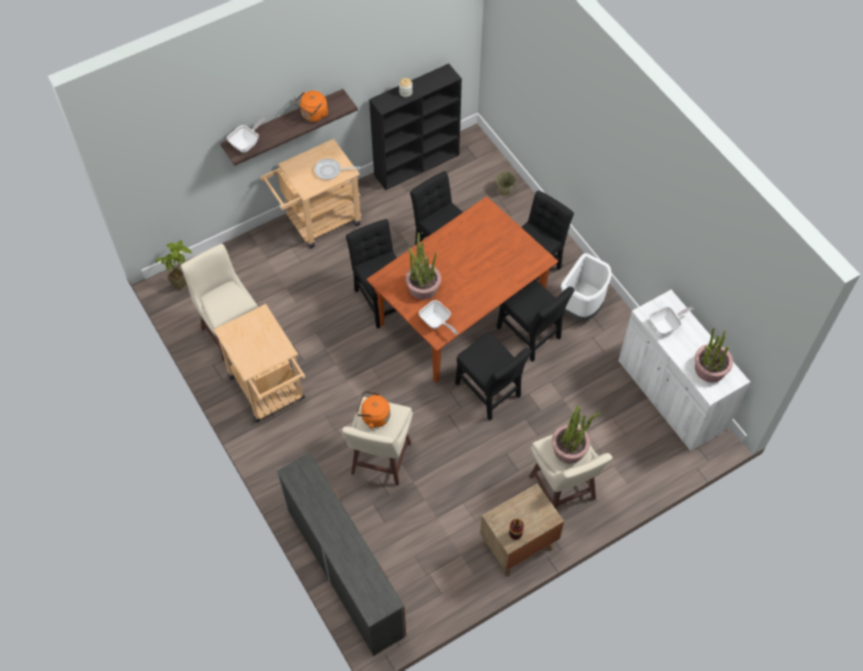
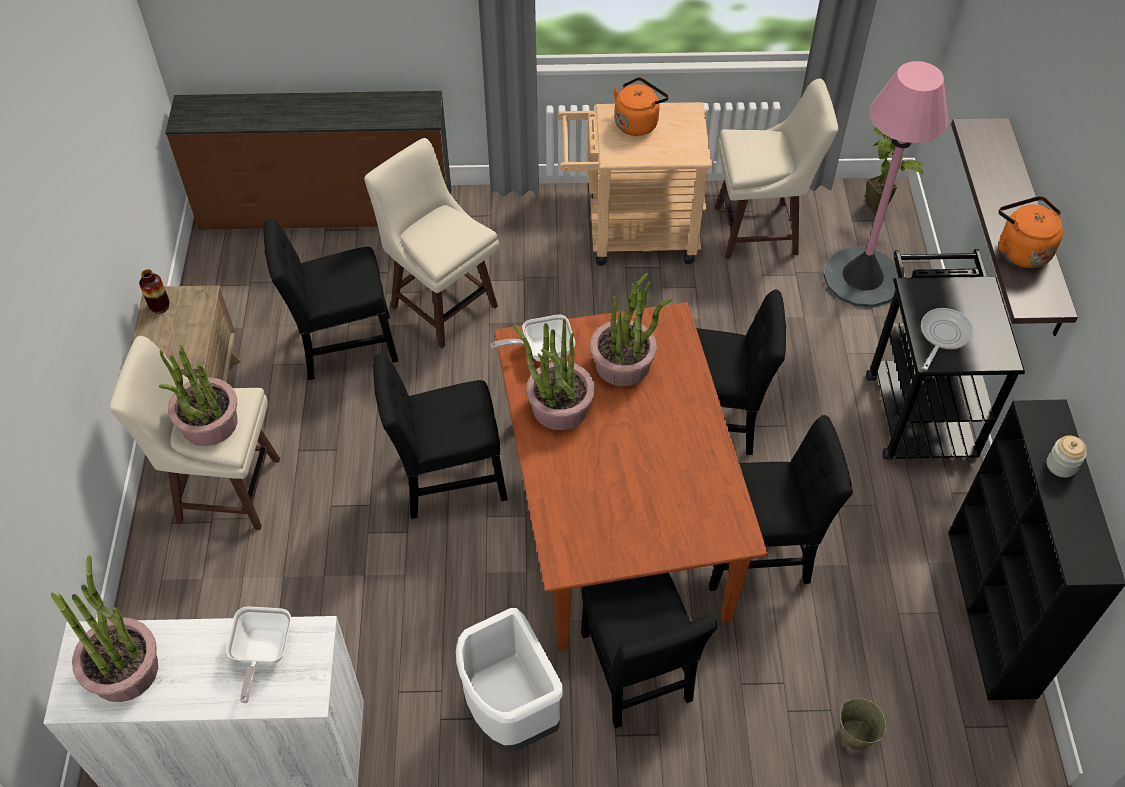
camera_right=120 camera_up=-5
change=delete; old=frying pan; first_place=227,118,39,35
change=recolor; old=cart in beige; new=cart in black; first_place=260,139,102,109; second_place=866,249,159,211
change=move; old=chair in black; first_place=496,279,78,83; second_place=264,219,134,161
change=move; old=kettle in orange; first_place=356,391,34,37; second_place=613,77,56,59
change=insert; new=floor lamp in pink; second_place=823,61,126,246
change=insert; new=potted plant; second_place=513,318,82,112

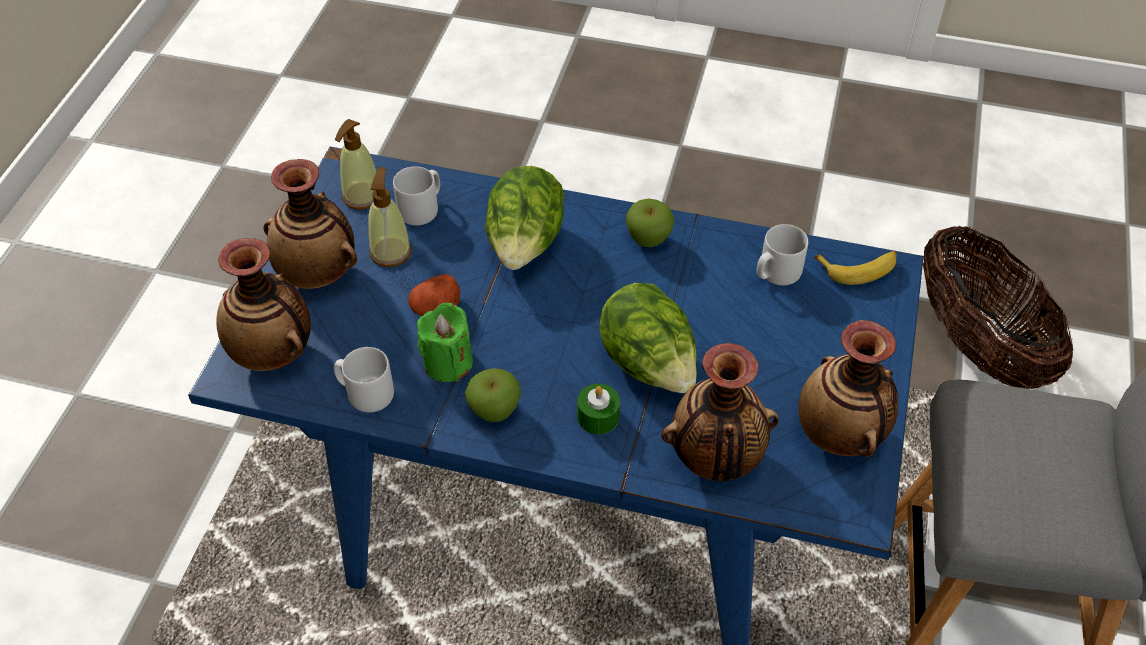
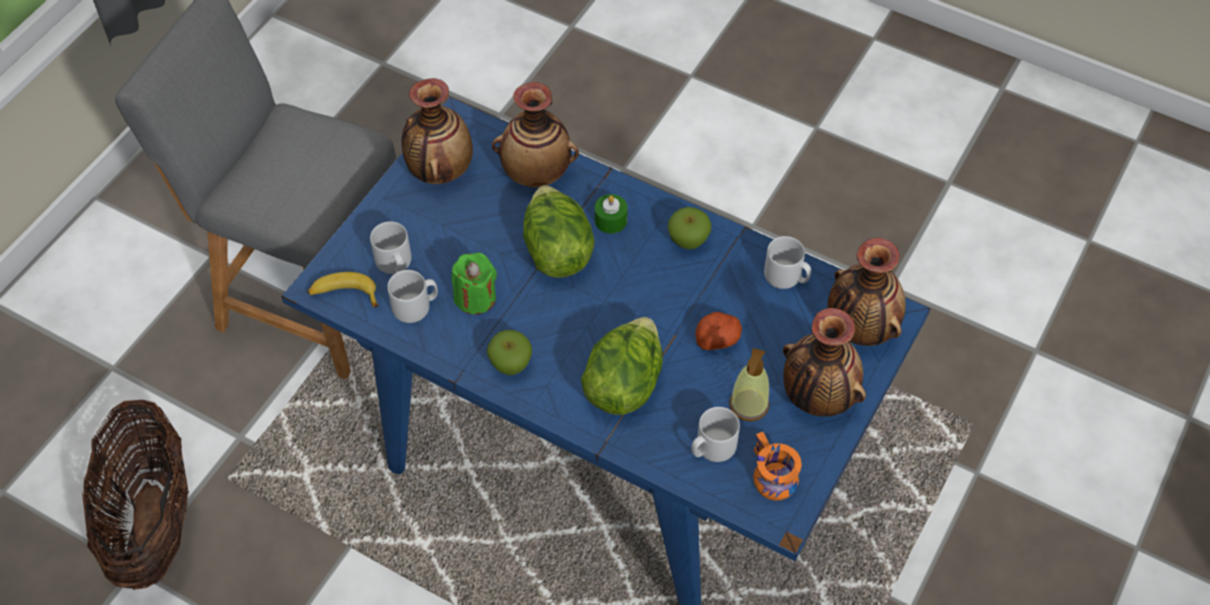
camera_right=-165 camera_up=5
change=replace; old=soap dispenser; new=mug in orange; first_place=335,119,42,91; second_place=753,432,49,69
change=move; old=candle in green; first_place=417,303,56,79; second_place=451,253,46,62
change=insert; new=mug in grey; second_place=370,221,42,53

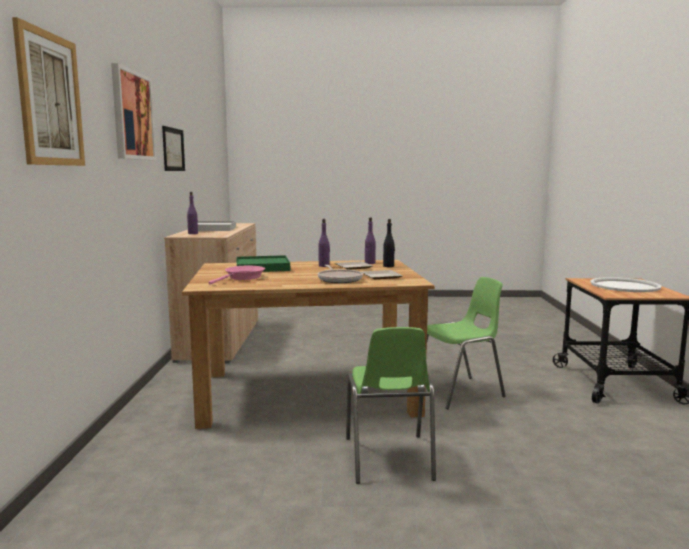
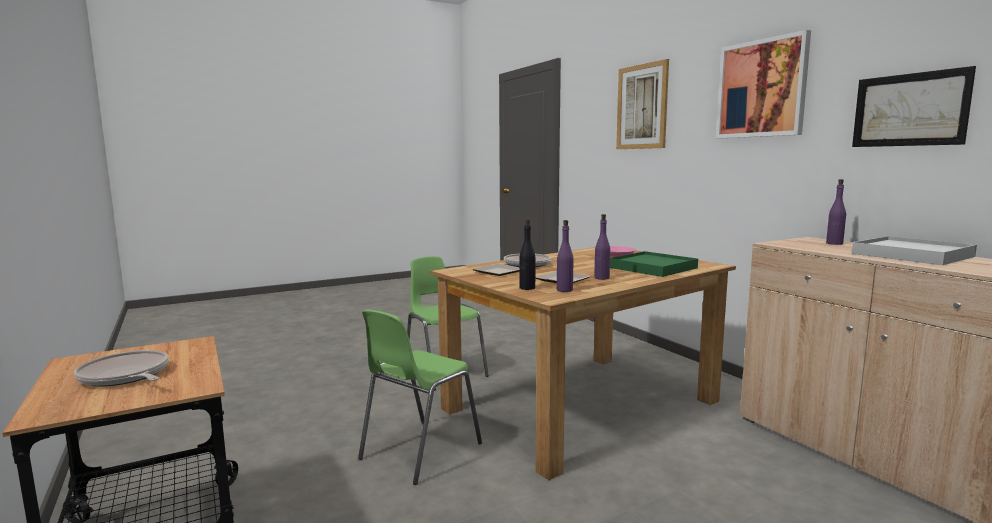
camera_right=150 camera_up=0
change=replace; old=tray in white; new=frying pan; first_place=590,277,72,15; second_place=74,350,95,37

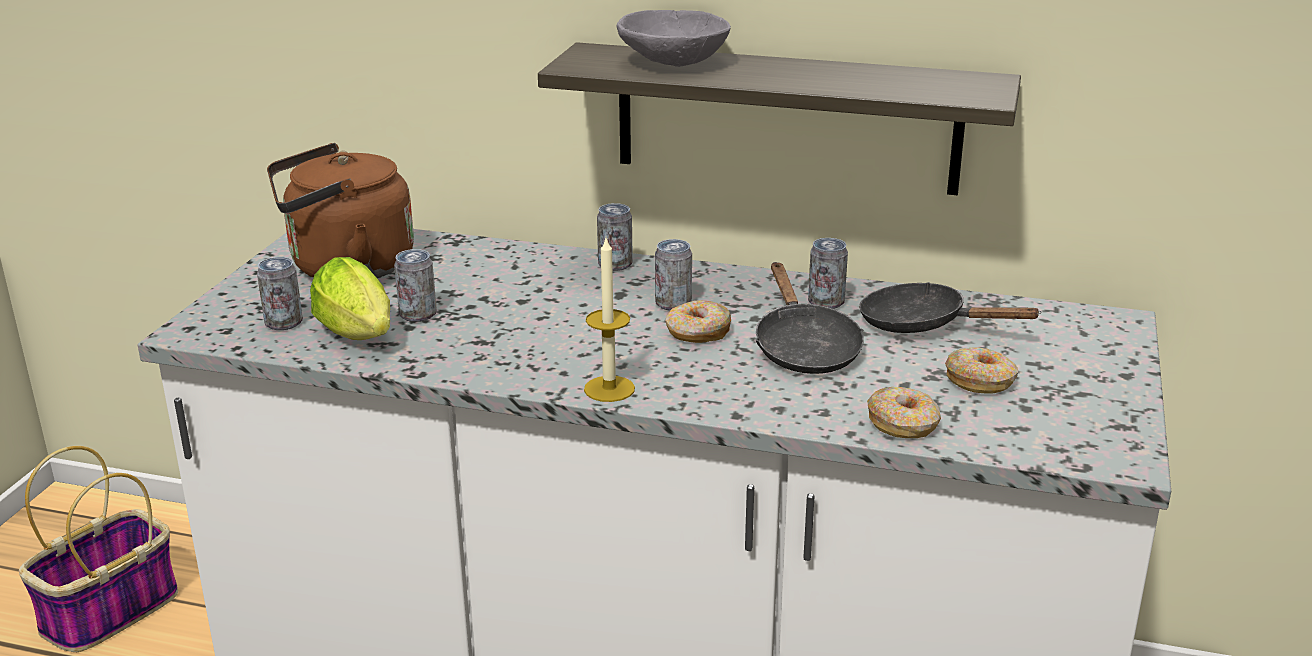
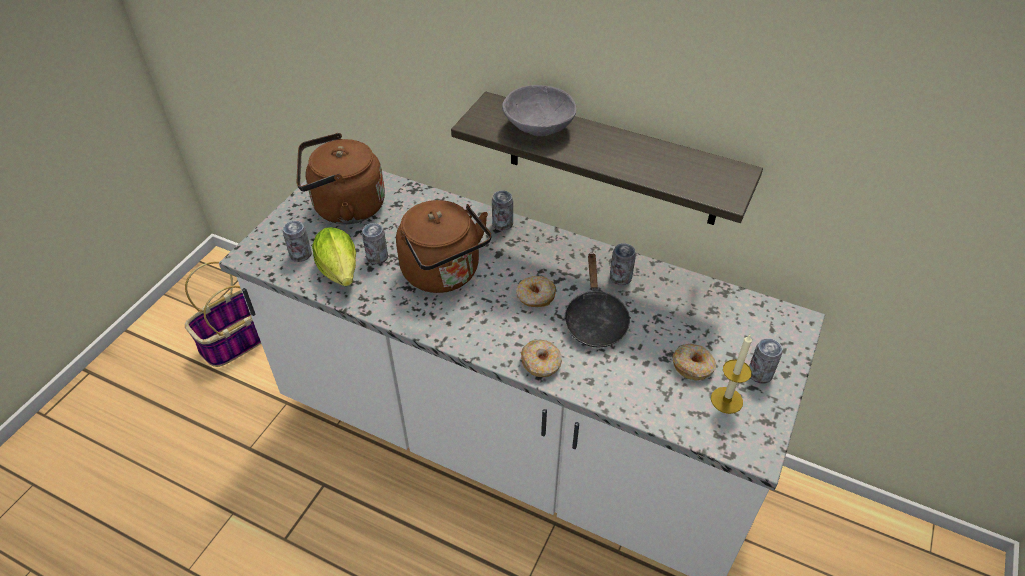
camera_right=10 camera_up=20
change=move; old=candle; first_place=584,238,51,164; second_place=711,335,41,79
change=move; old=can; first_place=655,239,37,72; second_place=749,338,33,45
change=delete; old=frying pan in black; first_place=859,282,183,51
change=move; old=donut; first_place=867,387,74,51; second_place=521,340,41,37
change=insert; new=kettle in brown; second_place=396,200,96,93

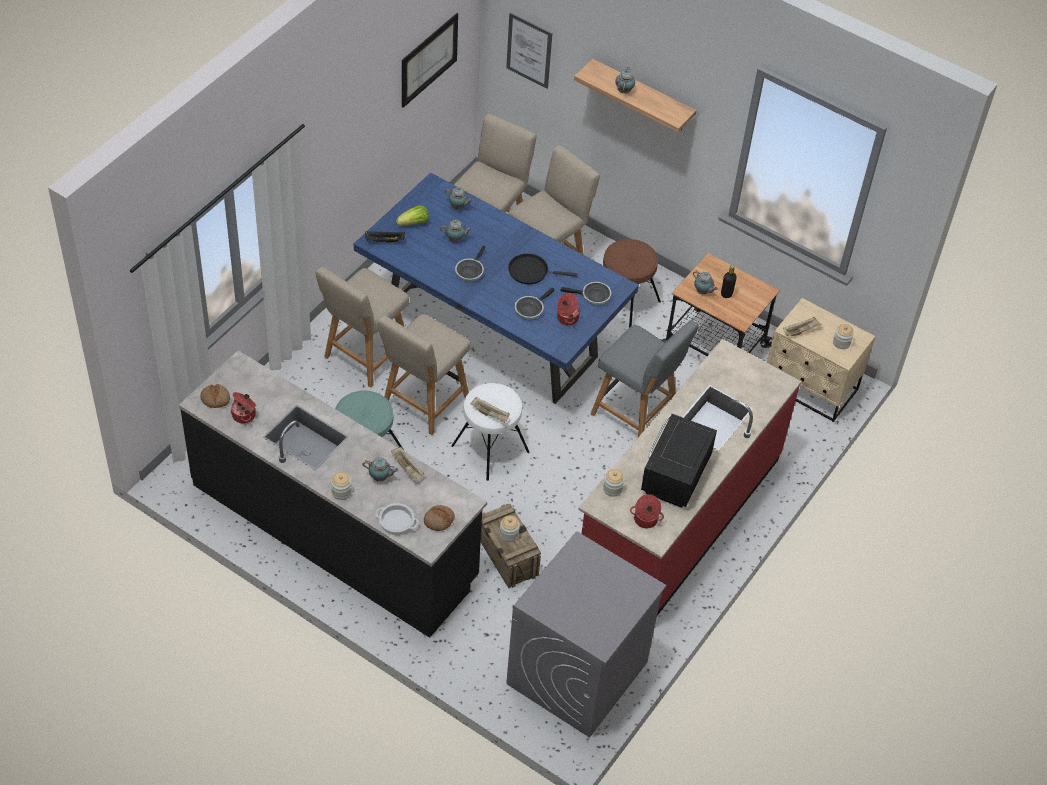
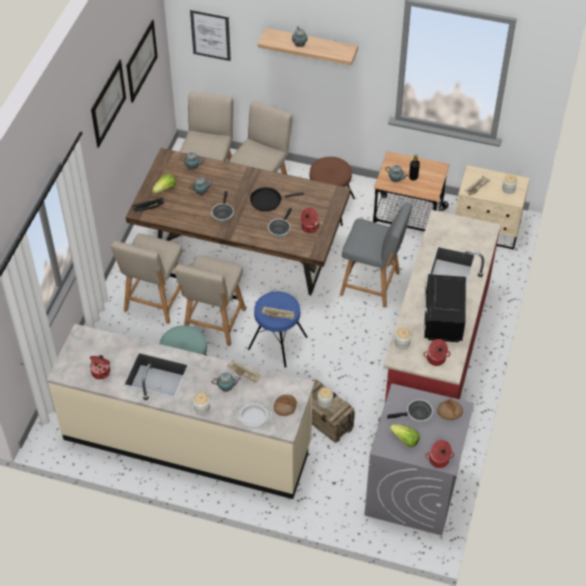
camera_right=-15 camera_up=0
change=recolor; old=dining table in blue; new=dining table in brown; first_place=354,173,285,231; second_place=126,148,225,147
change=move; old=frying pan; first_place=560,282,51,23; second_place=387,399,46,23
change=recolor; old=counter in black; new=counter in beige; first_place=179,350,308,288; second_place=46,324,269,175
change=recolor; old=stool in white; new=stool in blue; first_place=451,383,79,98; second_place=248,291,59,77
change=move; old=bread; first_place=200,384,30,24; second_place=437,399,26,21
change=insert; new=picture; second_place=91,60,35,88
change=insert; new=lettuce; second_place=389,424,31,23
change=insert; new=cooking pot; second_place=425,440,29,28

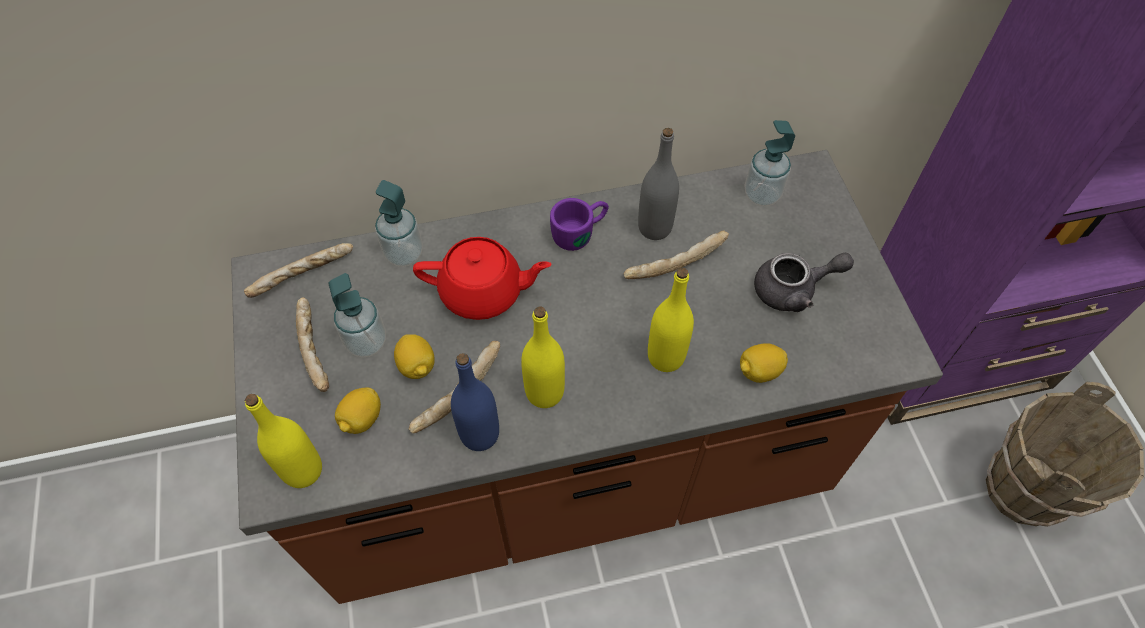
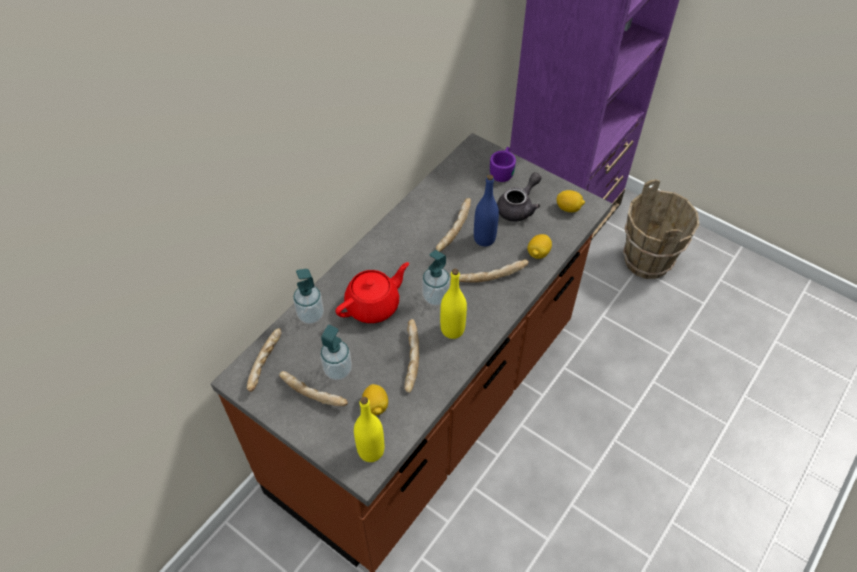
camera_right=-40 camera_up=-5
change=move; old=soap dispenser; first_place=745,120,50,86; second_place=422,250,28,56
change=delete; old=bottle in grey; first_place=638,128,41,112
change=move; old=mug in purple; first_place=550,198,59,53; second_place=490,147,26,35
change=replace; old=bottle in yellow; new=bread; first_place=648,268,46,104; second_place=459,259,70,24
change=move; old=lemon; first_place=394,334,41,45; second_place=556,190,29,22
change=move; old=bottle in blue; first_place=451,353,48,98; second_place=474,175,25,72

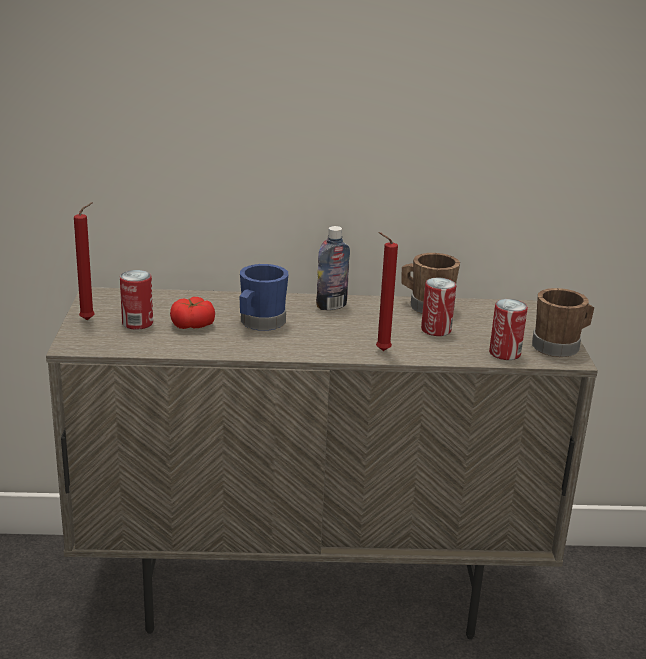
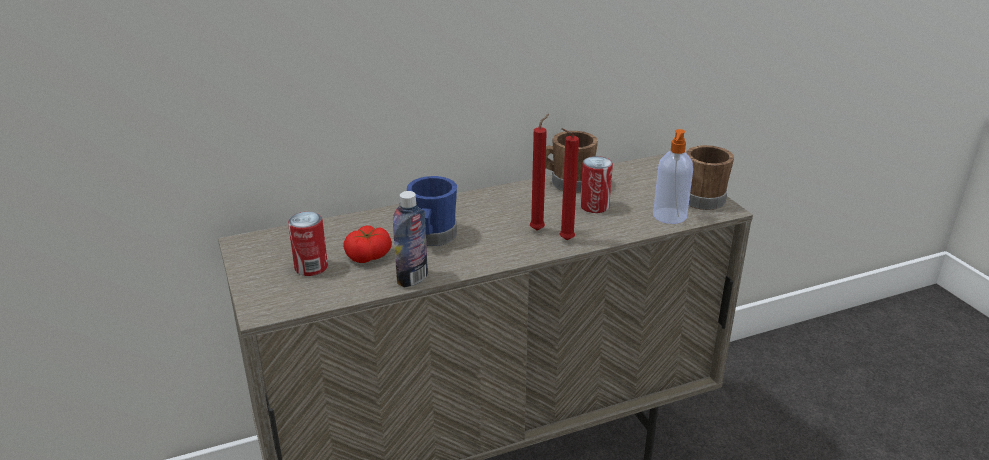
camera_right=-20 camera_up=5
change=move; old=candle in red; first_place=74,202,21,118; second_place=530,114,19,117
change=move; old=bottle; first_place=316,226,34,84; second_place=393,191,35,96
change=replace; old=can; new=soap dispenser; first_place=489,299,39,61; second_place=653,129,40,95

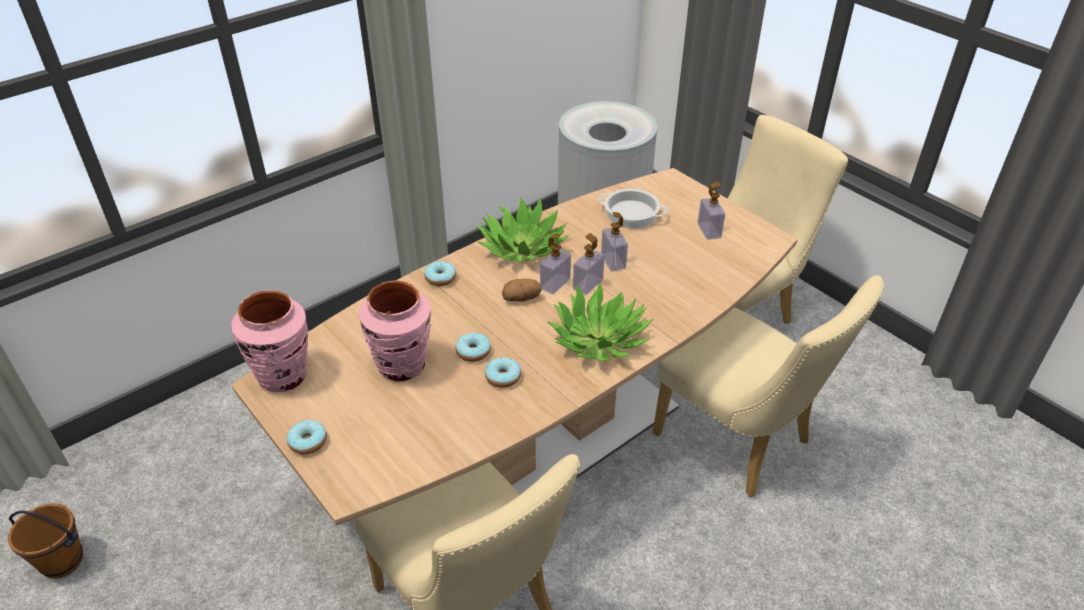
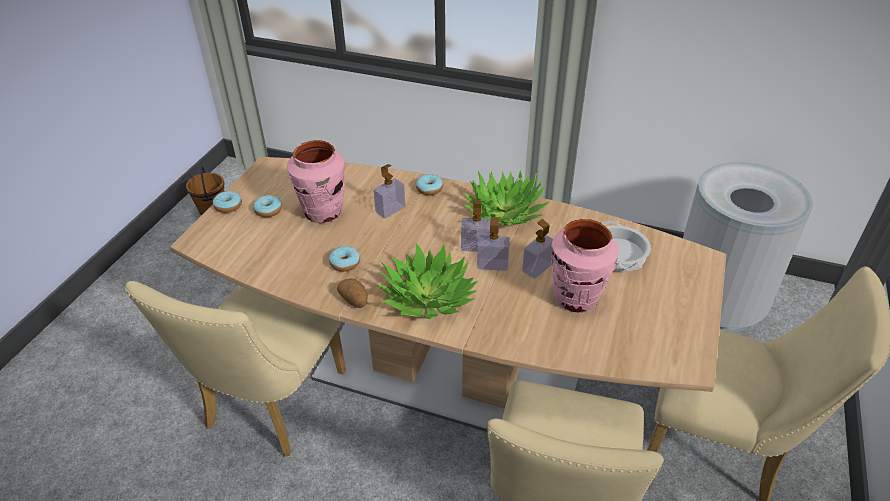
camera_right=60 camera_up=0
change=move; old=soap dispenser; first_place=698,182,27,58; second_place=373,164,32,54
change=move; old=potato; first_place=502,279,39,23; second_place=337,278,31,30
change=move; old=vase in pink; first_place=231,291,77,101; second_place=551,219,68,93
change=move; old=donut; first_place=456,332,35,30; second_place=253,195,29,22

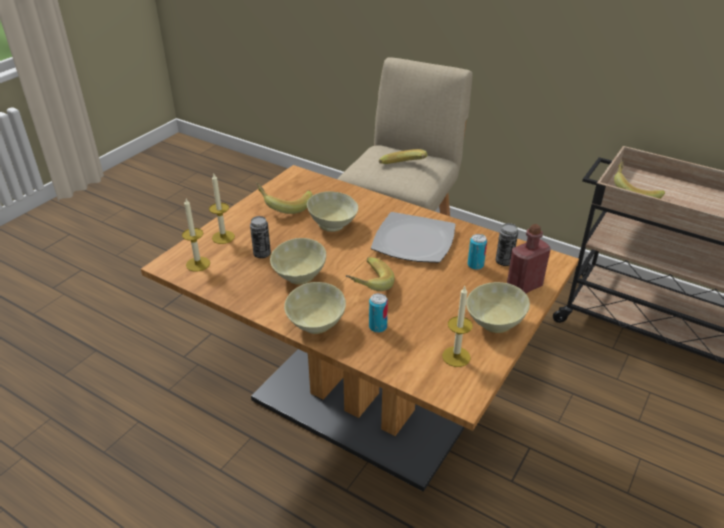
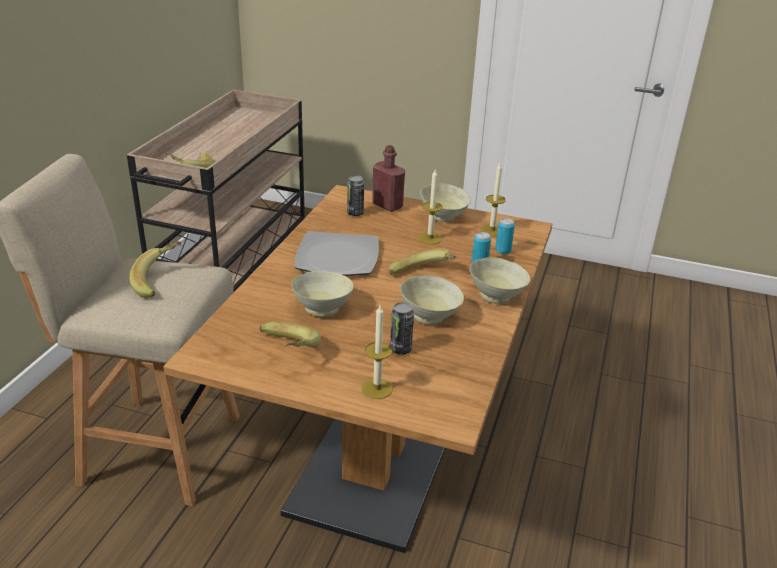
camera_right=-105 camera_up=-5
change=move; old=candle; first_place=182,199,28,73; second_place=419,170,24,75
change=move; old=can; first_place=468,234,19,36; second_place=495,218,20,36

